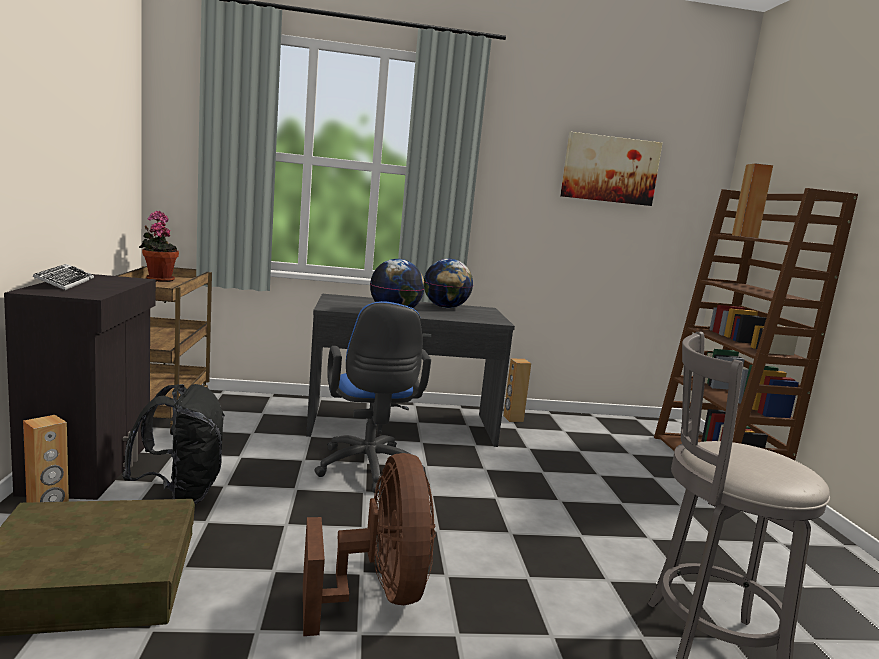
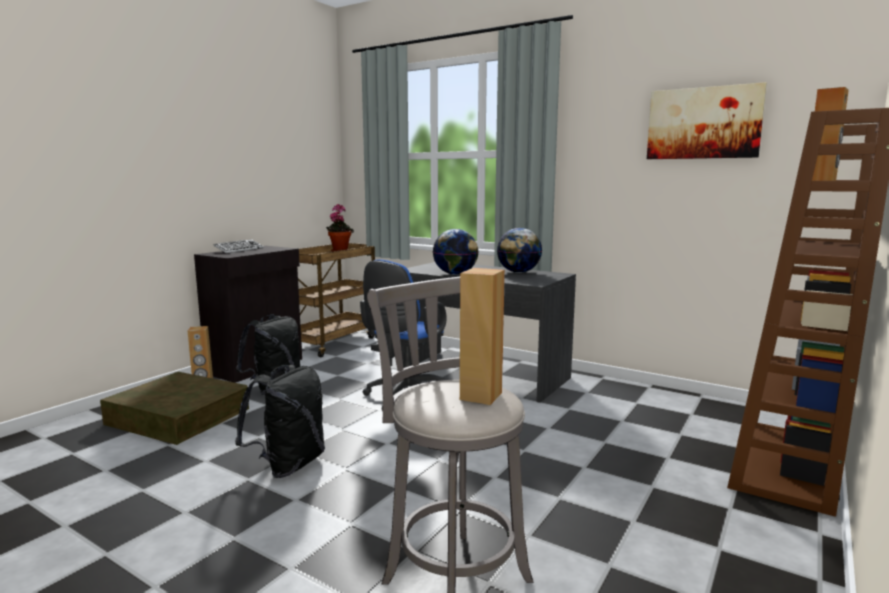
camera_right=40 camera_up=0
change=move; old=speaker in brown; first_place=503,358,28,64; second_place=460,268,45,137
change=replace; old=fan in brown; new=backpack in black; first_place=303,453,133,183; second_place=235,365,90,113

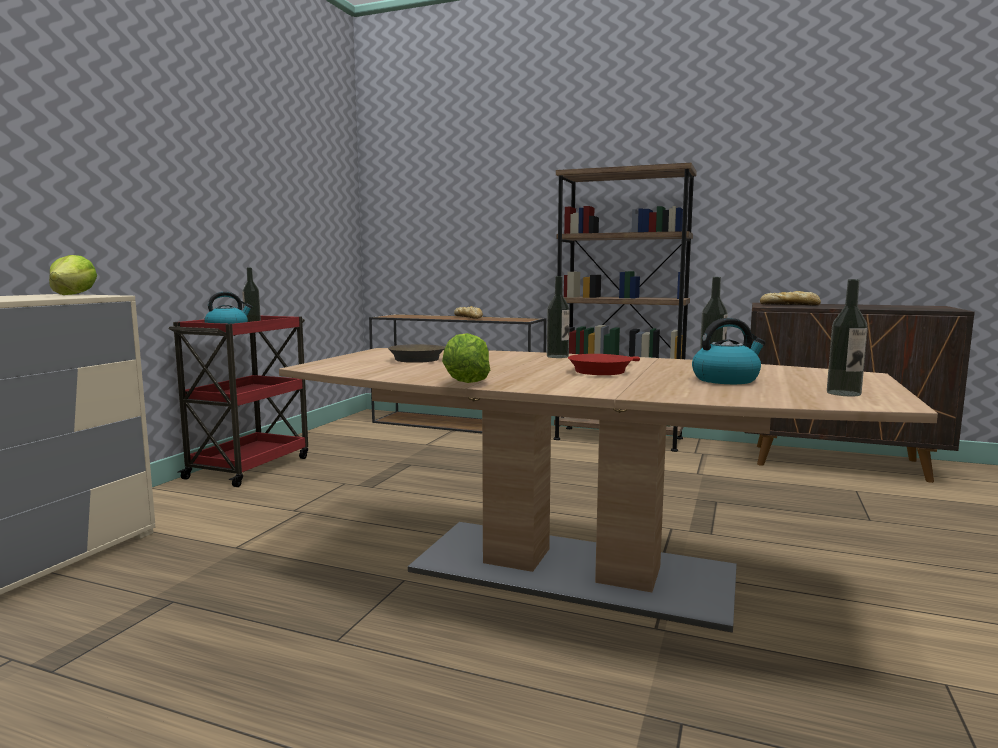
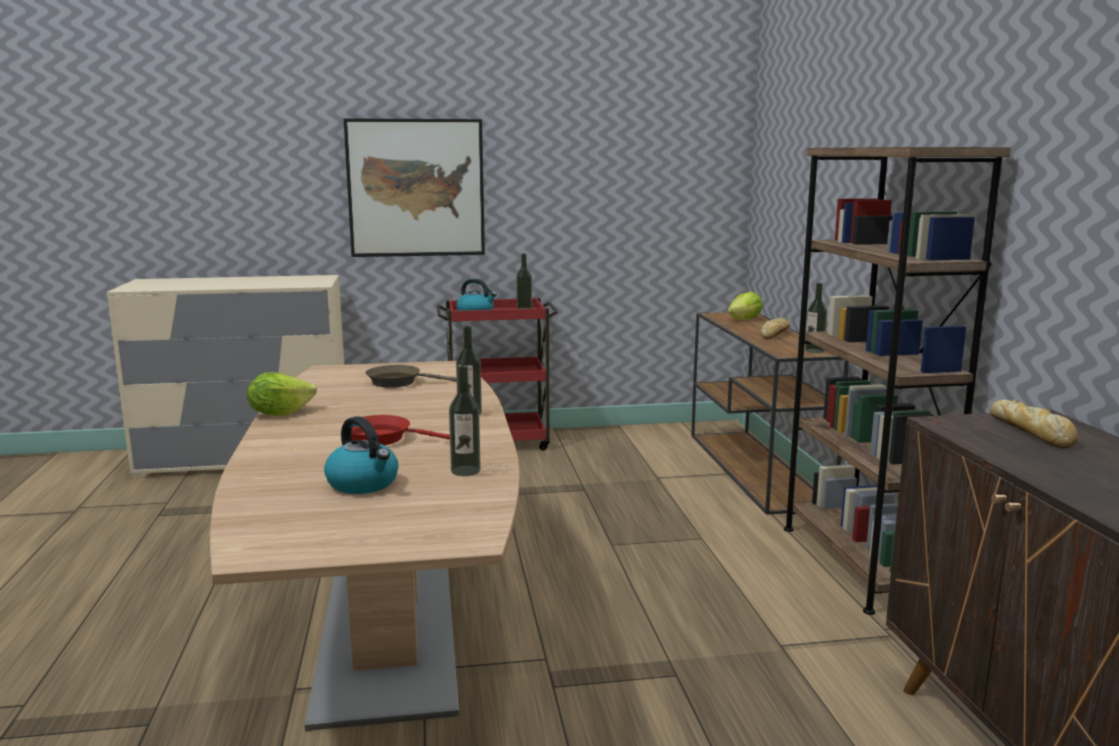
camera_right=60 camera_up=5
change=move; old=lettuce; first_place=49,255,48,40; second_place=728,292,35,28
change=move; old=bottle; first_place=827,279,41,117; second_place=805,283,22,70
change=insert; new=picture; second_place=344,118,141,139

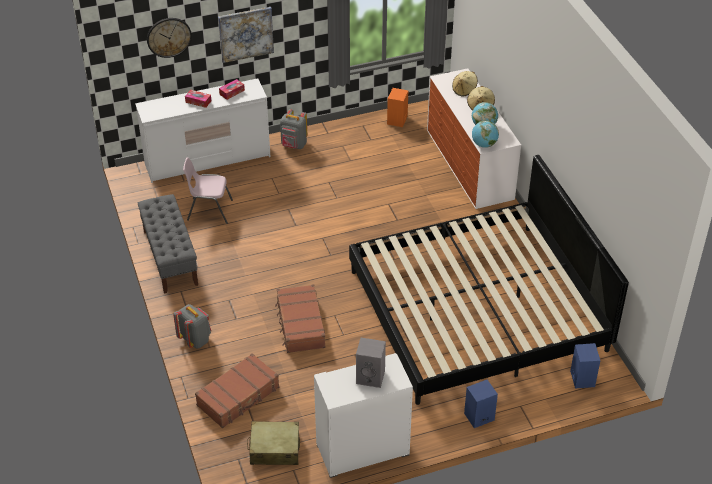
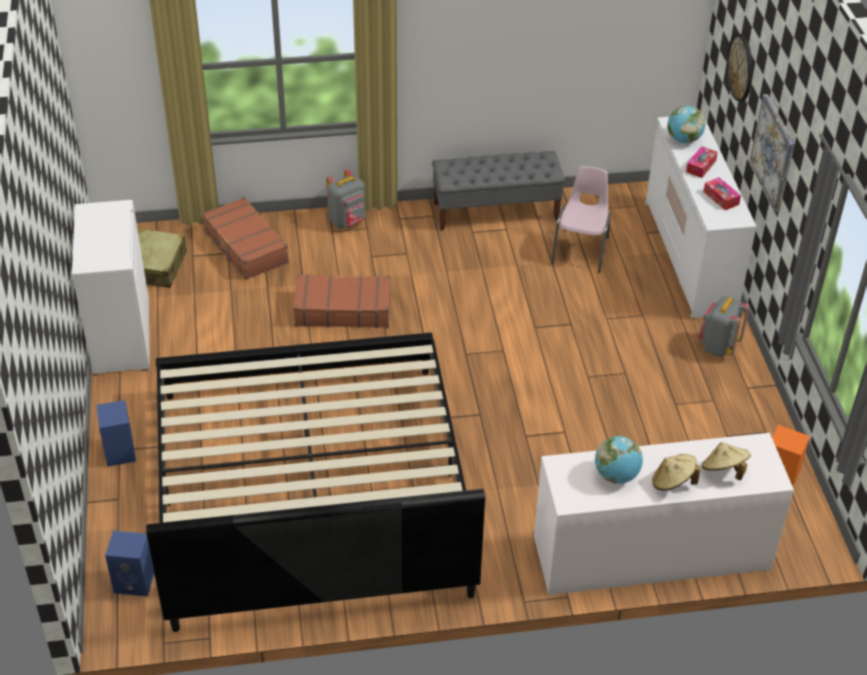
camera_right=100 camera_up=0
change=move; old=globe; first_place=472,120,27,28; second_place=667,106,38,37
change=delete; old=speaker in grey; first_place=356,338,30,50

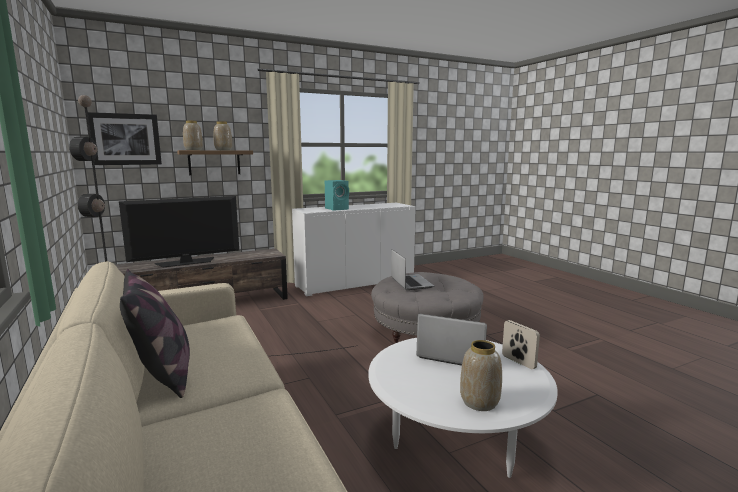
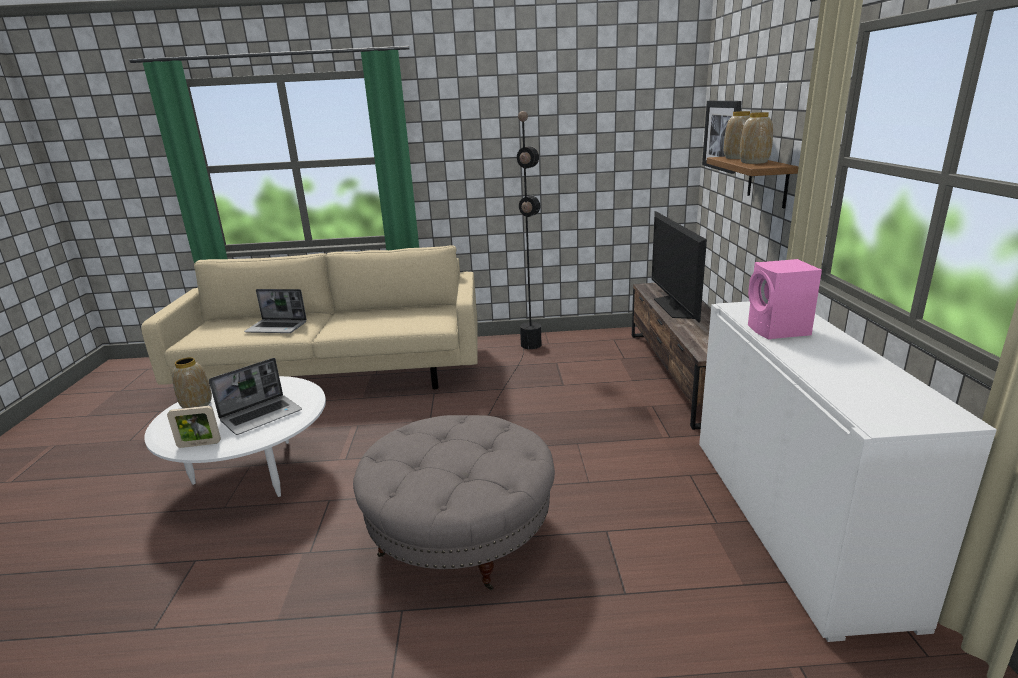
camera_right=115 camera_up=10
change=recolor; old=speaker in turquoise; new=speaker in pink; first_place=325,180,24,31; second_place=748,259,74,80
change=move; old=laptop; first_place=391,249,43,41; second_place=244,289,63,44
change=delete; old=pillow; first_place=120,269,70,129

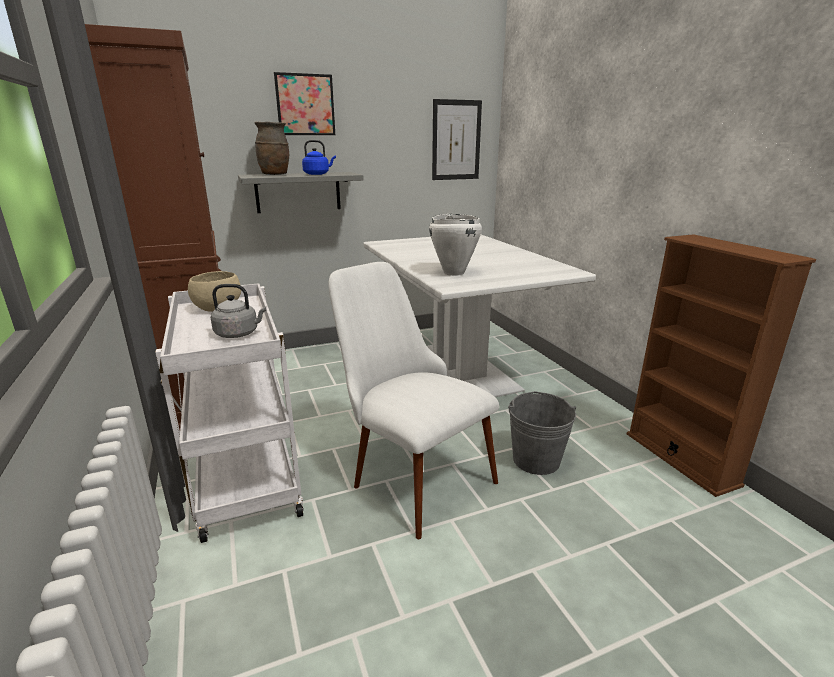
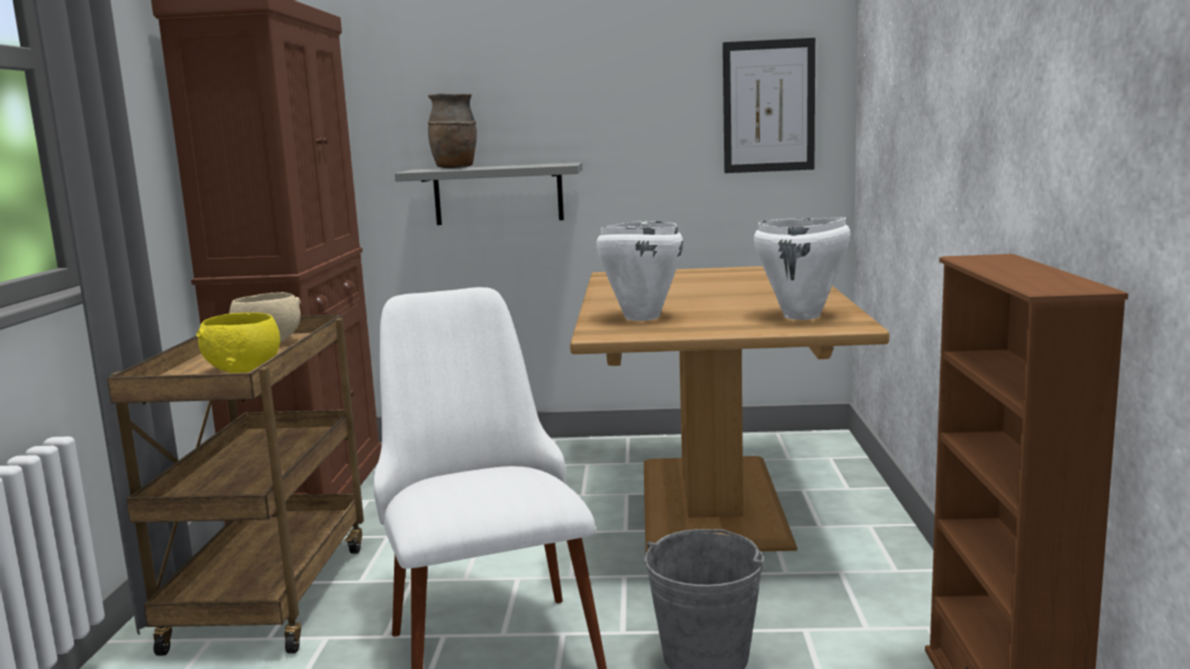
camera_right=25 camera_up=-10
change=delete; old=picture; first_place=274,72,61,63
change=delete; old=kettle in blue; first_place=302,140,34,35
change=recolor; old=dining table in white; new=dining table in brown; first_place=364,234,232,163; second_place=570,266,320,286
change=recolor; old=cart in white; new=cart in brown; first_place=155,283,149,260; second_place=107,315,257,341
change=replace; old=kettle in grey; new=bowl in yellow; first_place=211,284,56,54; second_place=196,313,84,60
change=insert; new=cooking pot in white; second_place=754,217,97,103

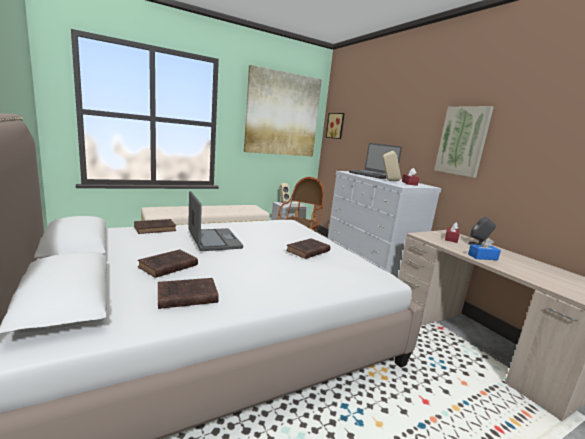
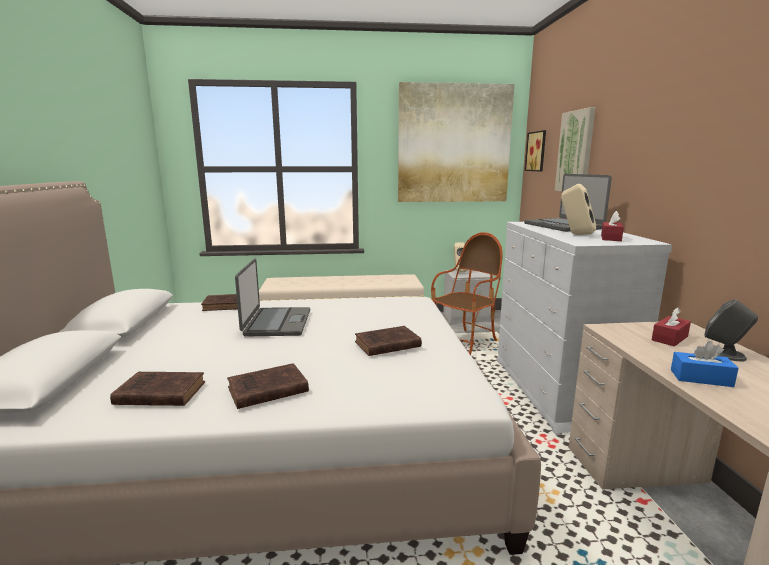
camera_right=25 camera_up=0
change=move; old=picture; first_place=434,106,60,72; second_place=555,107,40,85
change=move; old=book in brown; first_place=138,249,60,29; second_place=227,363,82,46

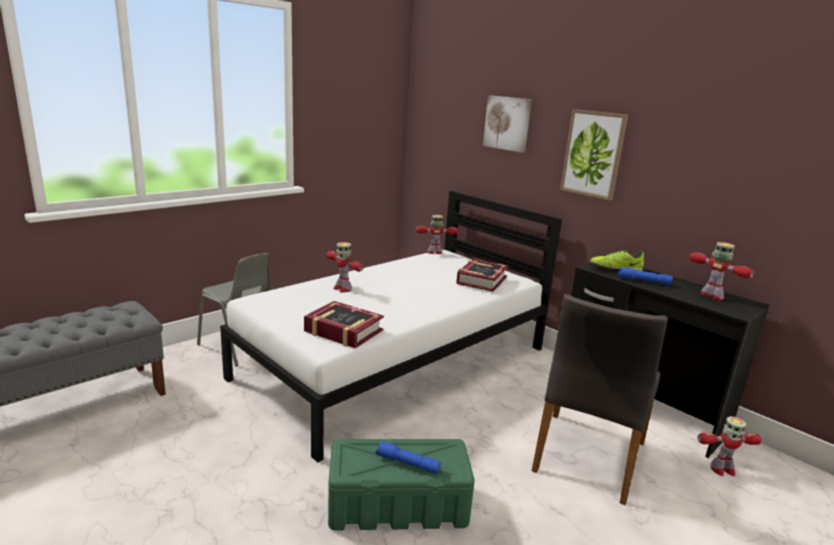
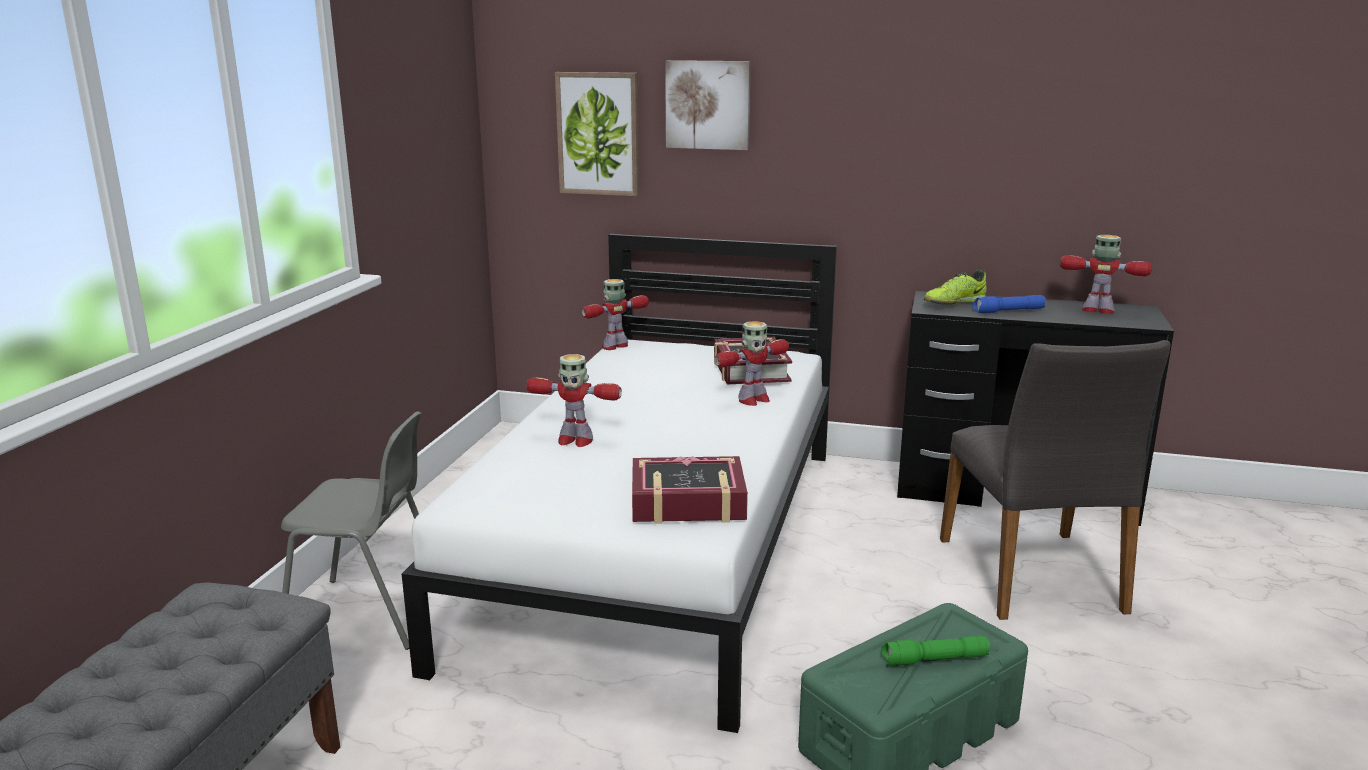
camera_right=-30 camera_up=0
change=move; old=picture; first_place=560,109,68,91; second_place=555,72,84,124
change=move; old=toy robot; first_place=697,416,65,60; second_place=715,321,74,85
change=recolor; old=flashlight in blue; new=flashlight in green; first_place=376,441,65,33; second_place=881,636,109,30

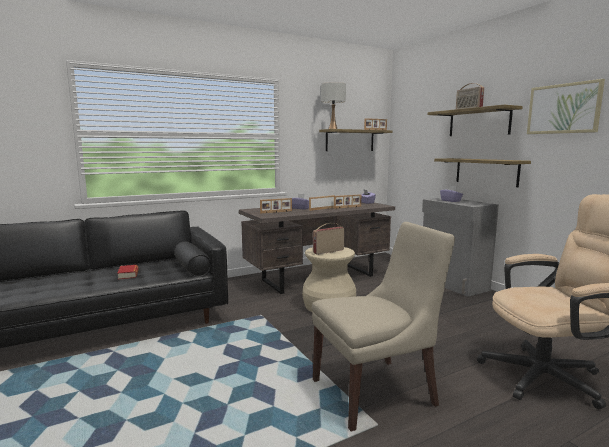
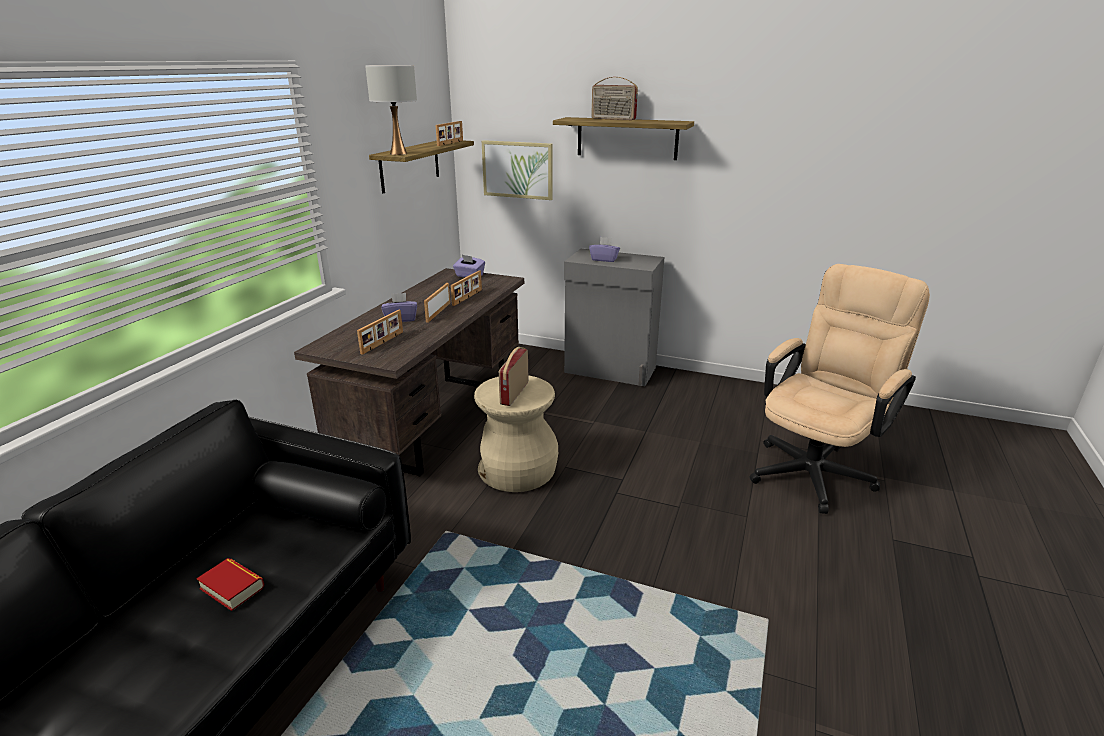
camera_right=-40 camera_up=15
change=move; old=picture; first_place=527,79,78,55; second_place=482,140,71,60
change=delete; old=shelf; first_place=434,158,97,29
change=delete; old=chair in beige; first_place=312,222,143,210

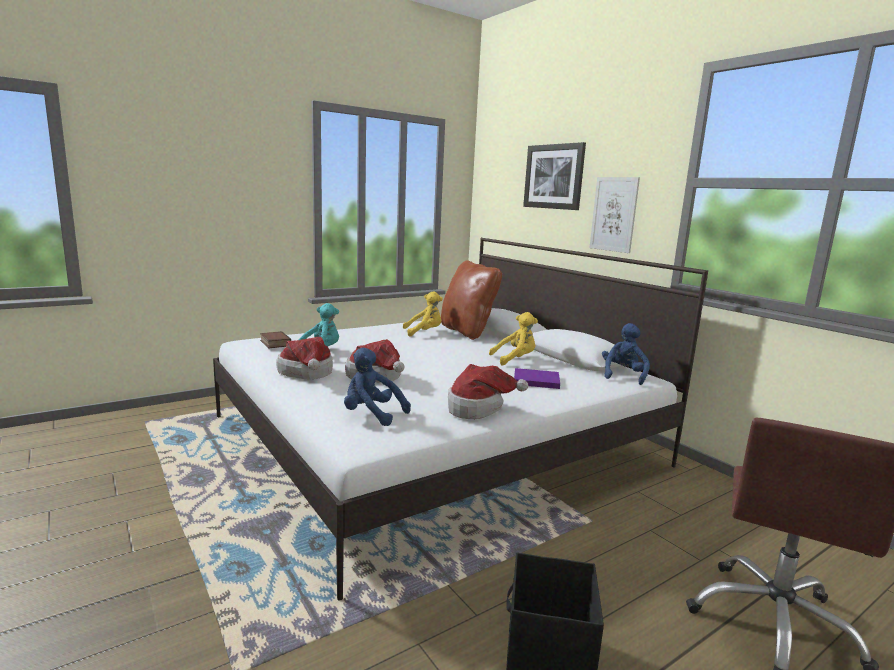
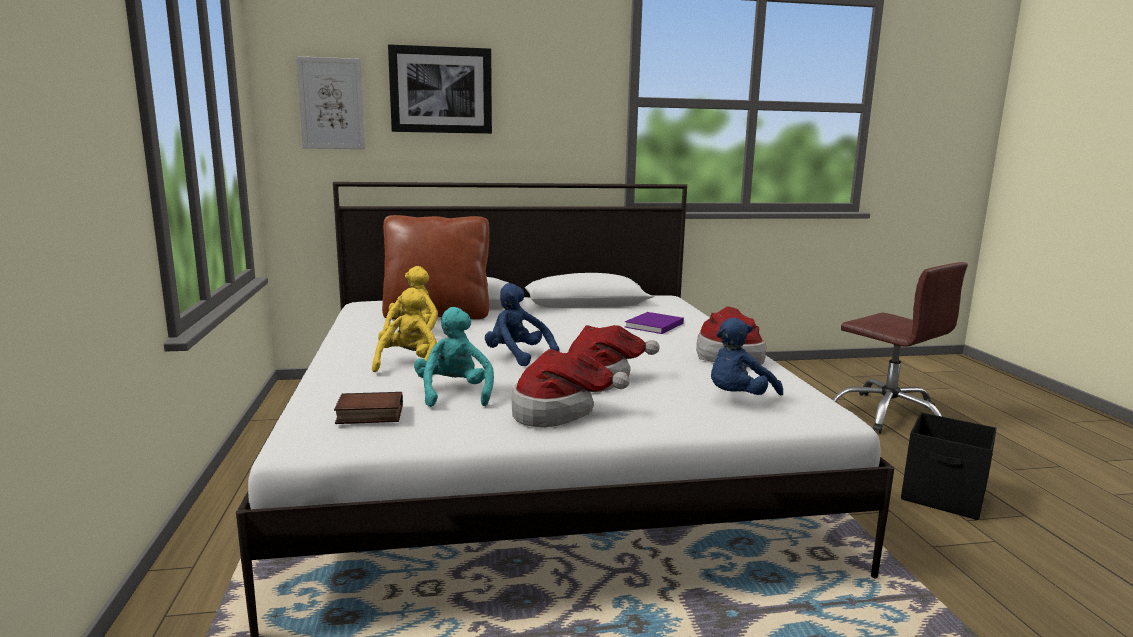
camera_right=-65 camera_up=0
change=move; old=picture; first_place=589,177,51,76; second_place=296,56,69,93
change=move; old=plush toy in yellow; first_place=489,312,49,54; second_place=372,288,65,84
change=move; old=plush toy in blue; first_place=602,323,48,62; second_place=485,283,75,84

